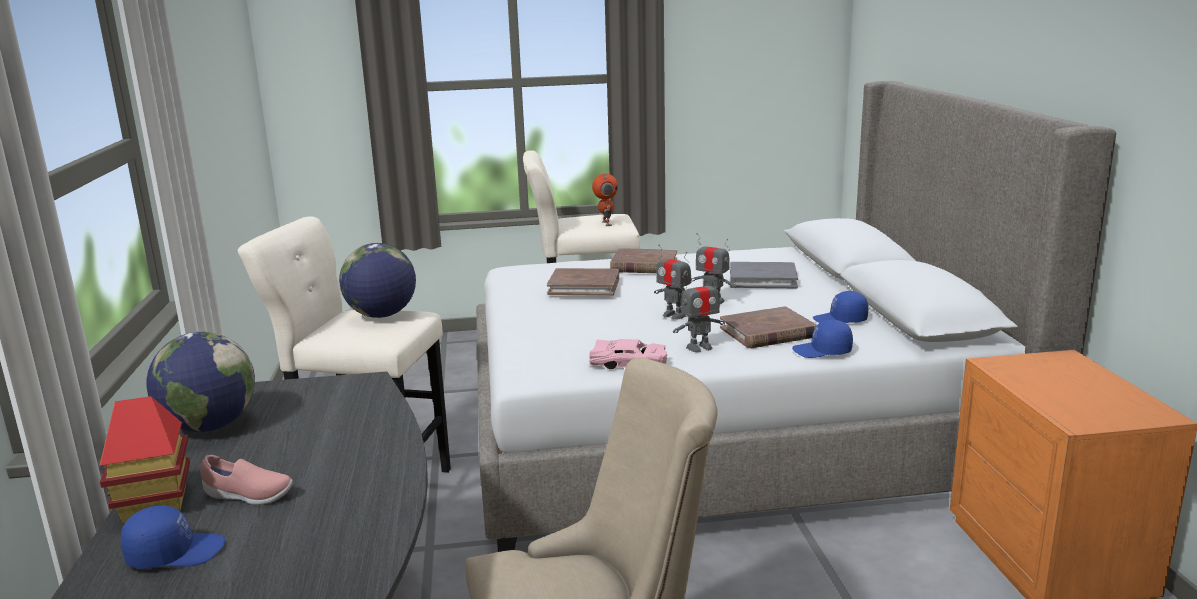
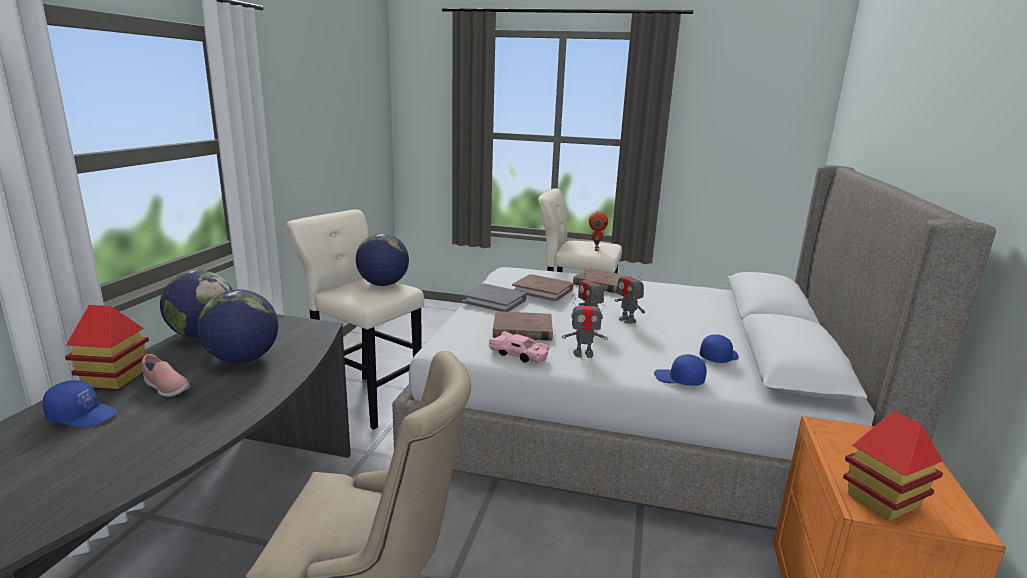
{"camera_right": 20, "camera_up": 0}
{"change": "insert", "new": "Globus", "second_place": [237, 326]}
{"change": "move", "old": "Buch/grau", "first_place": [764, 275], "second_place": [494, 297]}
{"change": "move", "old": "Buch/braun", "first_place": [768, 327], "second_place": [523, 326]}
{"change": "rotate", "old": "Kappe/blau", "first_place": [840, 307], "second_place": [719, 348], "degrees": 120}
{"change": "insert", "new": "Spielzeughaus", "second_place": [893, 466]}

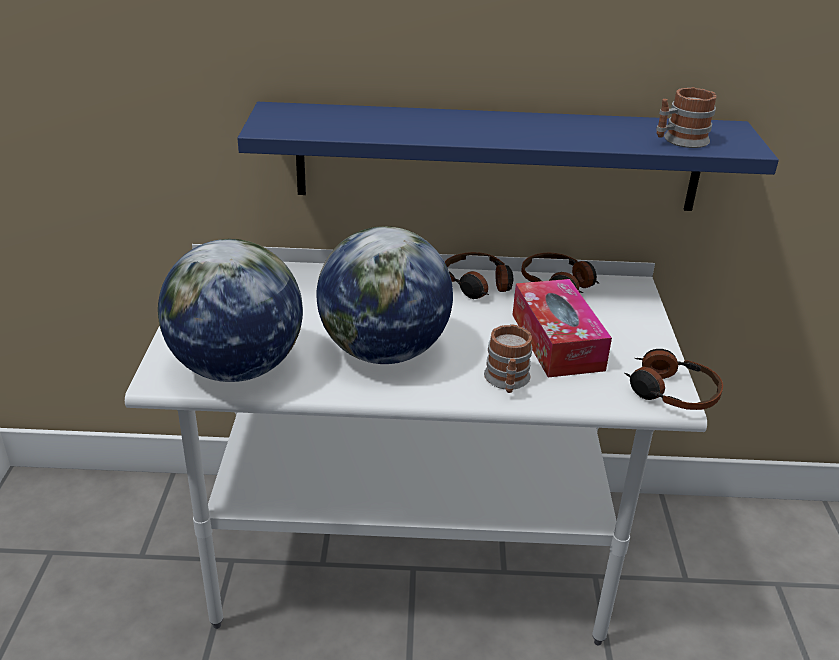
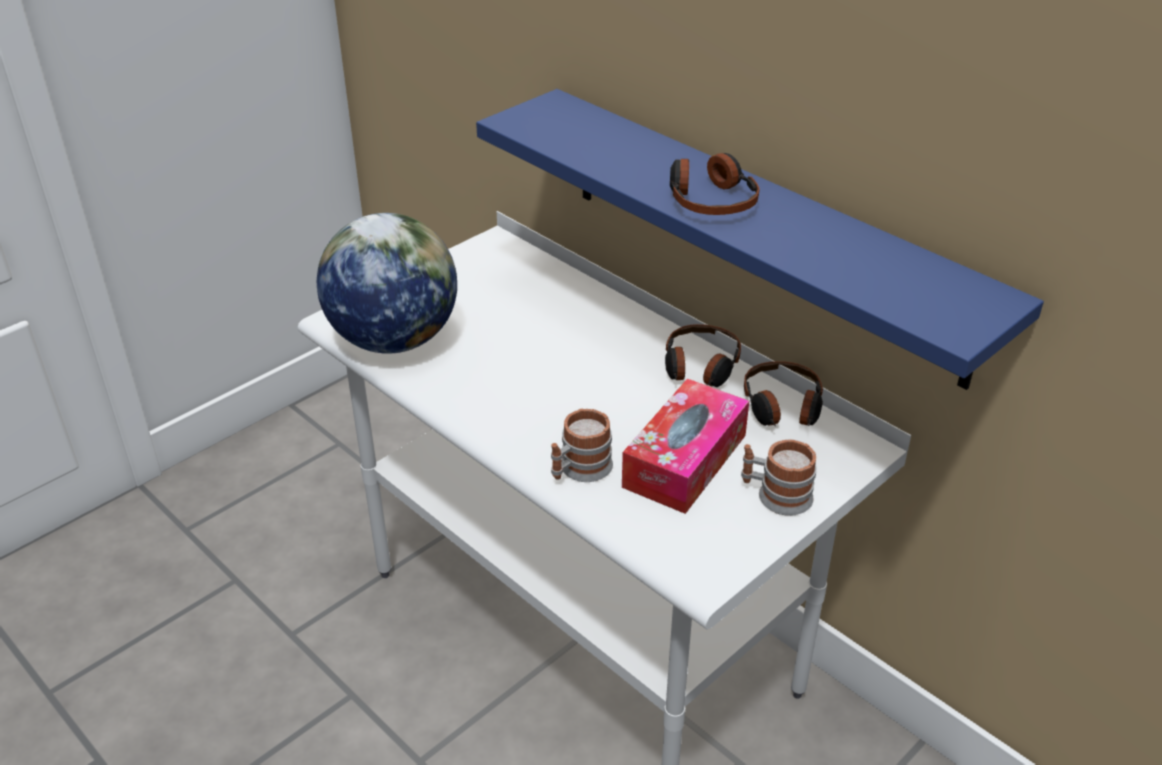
{"camera_right": 45, "camera_up": 5}
{"change": "move", "old": "Kopfhörer", "first_place": [673, 379], "second_place": [715, 184]}
{"change": "move", "old": "Henkelbecher", "first_place": [686, 117], "second_place": [779, 478]}
{"change": "delete", "old": "Globus", "first_place": [384, 295]}

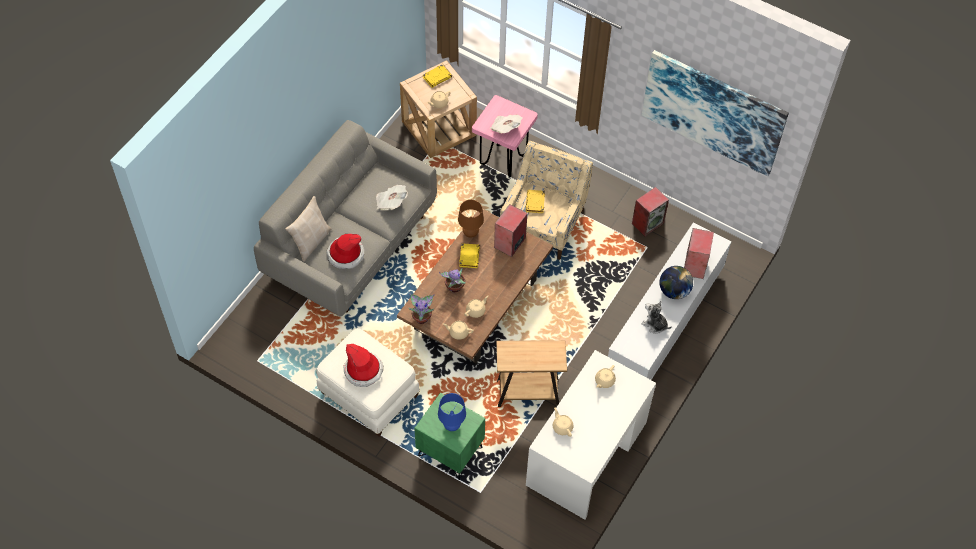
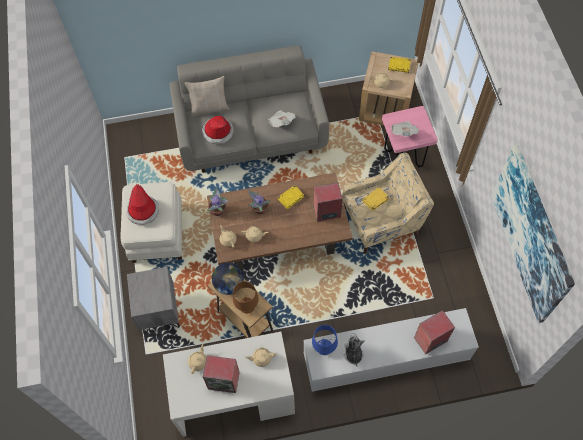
{"camera_right": 50, "camera_up": 5}
{"change": "recolor", "old": "Nachttisch/grün", "new": "Nachttisch/grau", "first_place": [449, 436], "second_place": [153, 300]}
{"change": "move", "old": "Lautsprecher", "first_place": [650, 211], "second_place": [221, 374]}
{"change": "move", "old": "Globus", "first_place": [676, 282], "second_place": [228, 279]}
{"change": "move", "old": "Tischlampe/braun", "first_place": [471, 219], "second_place": [246, 298]}
{"change": "move", "old": "Tischlampe/blau", "first_place": [452, 412], "second_place": [325, 340]}

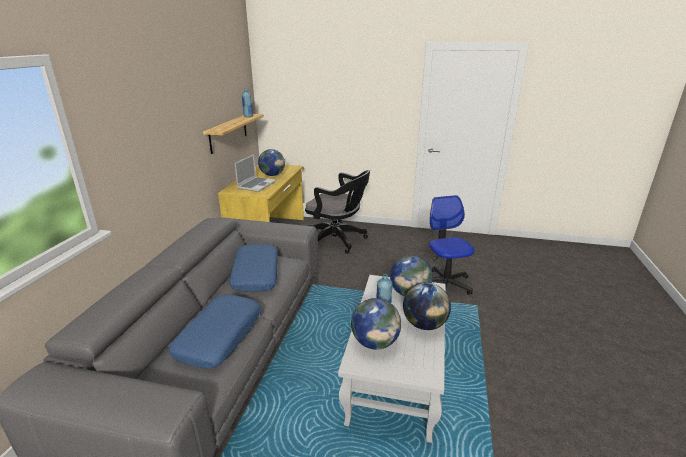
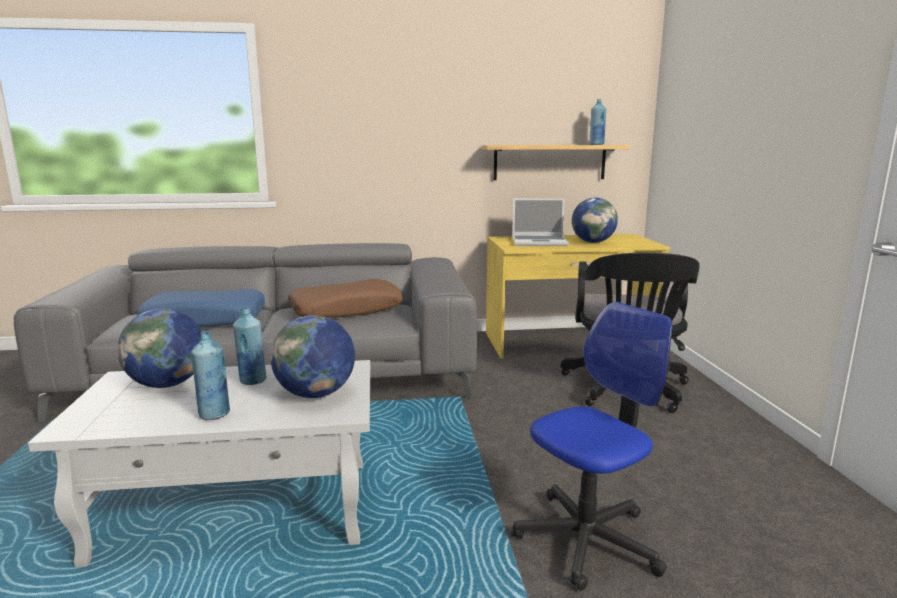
{"camera_right": 70, "camera_up": -10}
{"change": "replace", "old": "Globus", "new": "Flasche/blau", "first_place": [427, 306], "second_place": [210, 375]}
{"change": "recolor", "old": "Kissen/blau", "new": "Kissen/braun", "first_place": [253, 268], "second_place": [345, 298]}

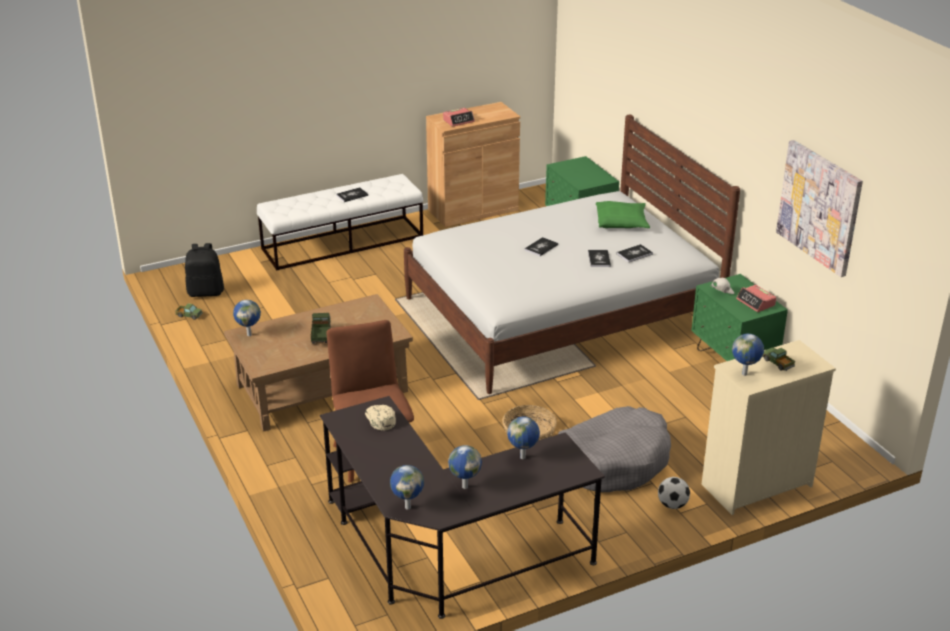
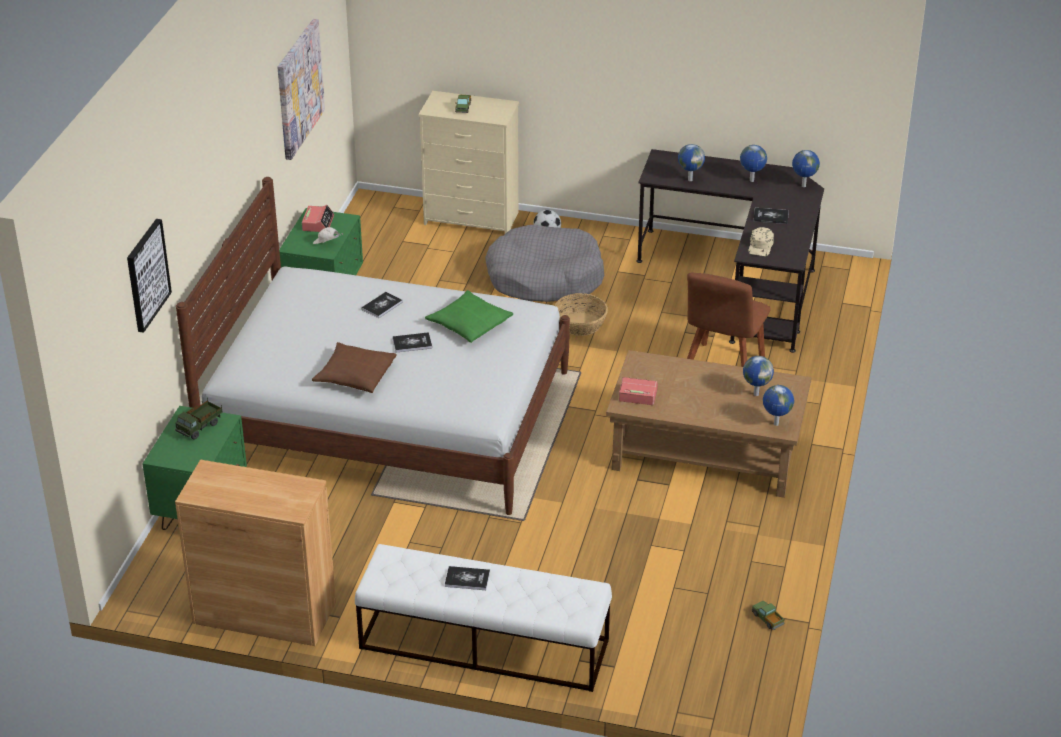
{"camera_right": -140, "camera_up": 5}
{"change": "insert", "new": "Bild", "second_place": [149, 276]}
{"change": "move", "old": "Spielzeuglaster", "first_place": [321, 328], "second_place": [199, 419]}
{"change": "insert", "new": "Kissen/braun", "second_place": [354, 367]}
{"change": "move", "old": "Kissen/grün", "first_place": [623, 214], "second_place": [469, 316]}
{"change": "move", "old": "Wecker", "first_place": [459, 117], "second_place": [638, 391]}
{"change": "move", "old": "Globus", "first_place": [748, 355], "second_place": [758, 376]}
{"change": "move", "old": "Buch", "first_place": [635, 253], "second_place": [771, 216]}
{"change": "delete", "old": "Rucksack/schwarz", "first_place": [204, 270]}

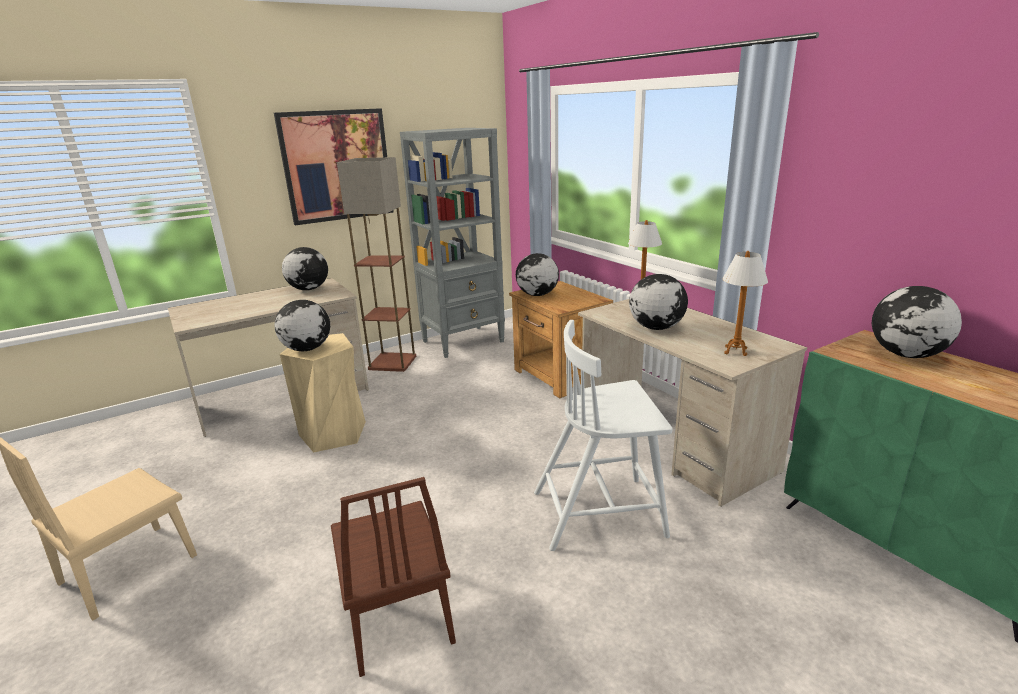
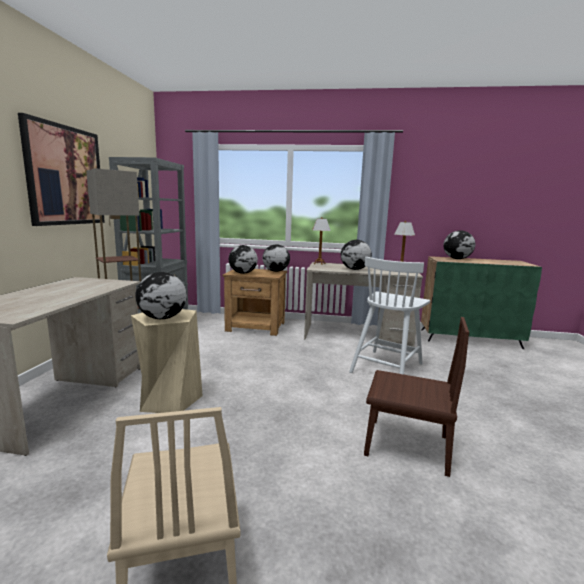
{"camera_right": -50, "camera_up": -10}
{"change": "move", "old": "Globus", "first_place": [305, 268], "second_place": [276, 258]}

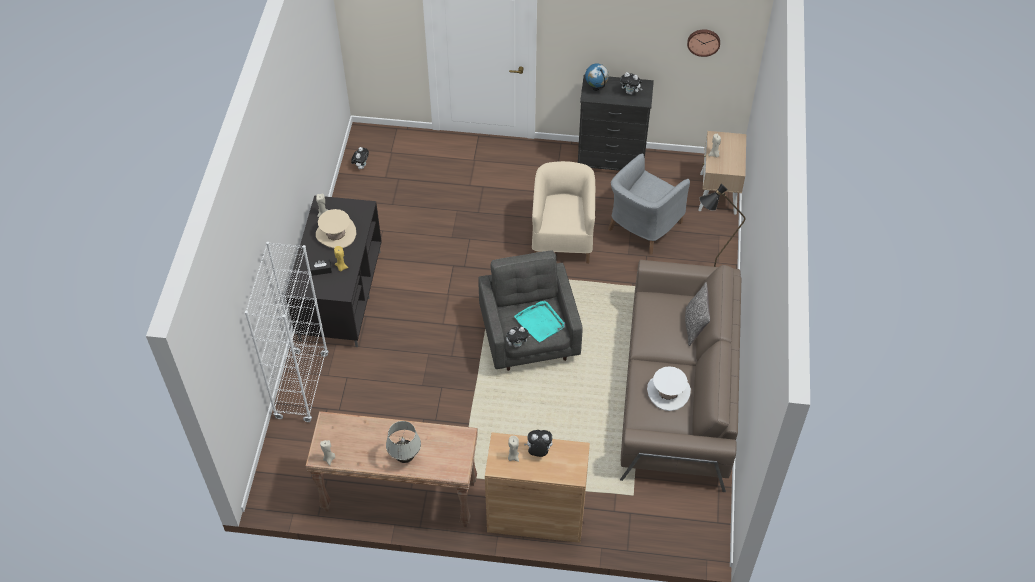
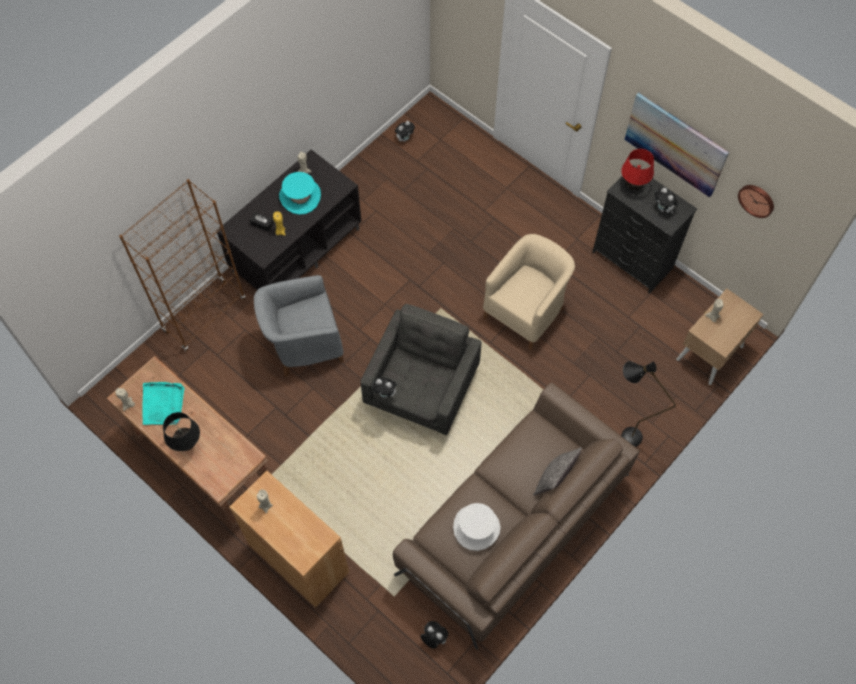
{"camera_right": 35, "camera_up": 10}
{"change": "recolor", "old": "Bücherregal/weiß", "new": "Bücherregal/braun", "first_place": [287, 332], "second_place": [182, 265]}
{"change": "move", "old": "Tablett/türkis", "first_place": [539, 321], "second_place": [163, 403]}
{"change": "recolor", "old": "Tischlampe/weiß", "new": "Tischlampe/schwarz", "first_place": [403, 442], "second_place": [181, 431]}
{"change": "move", "old": "Sessel/grau", "first_place": [649, 204], "second_place": [299, 326]}
{"change": "recolor", "old": "Hut/beige", "new": "Hut/türkis", "first_place": [336, 229], "second_place": [300, 193]}
{"change": "move", "old": "Plüschtier", "first_place": [538, 443], "second_place": [434, 635]}
{"change": "replace", "old": "Globus", "new": "Tischlampe/rot", "first_place": [597, 77], "second_place": [637, 169]}
{"change": "insert", "new": "Bild", "second_place": [676, 145]}

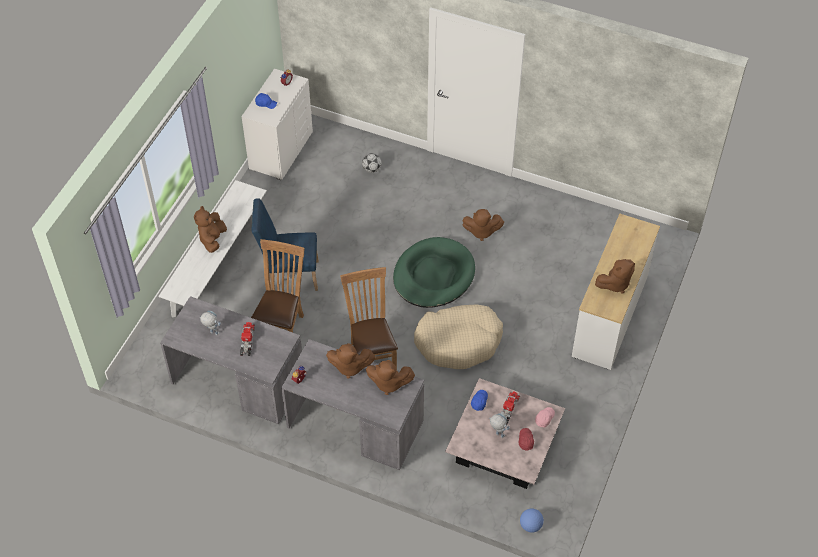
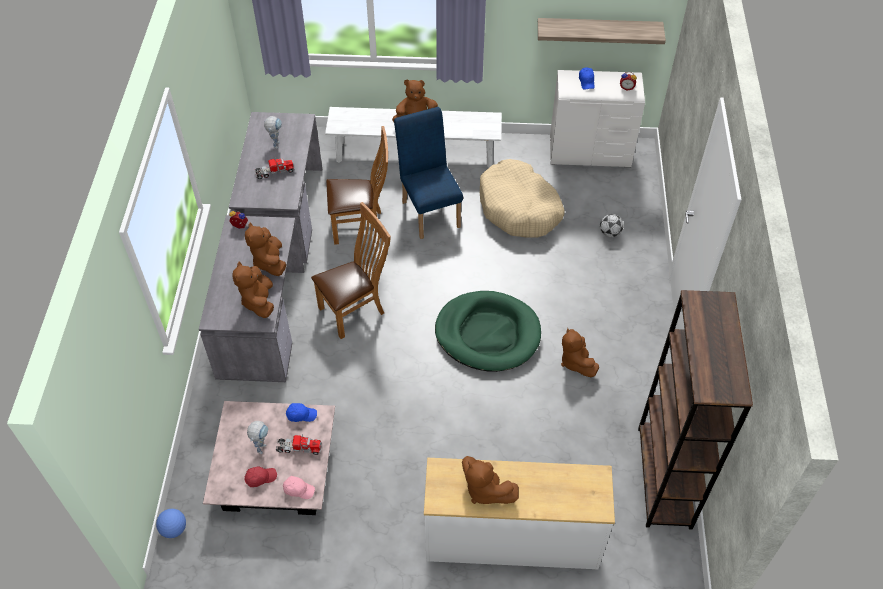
{"camera_right": 70, "camera_up": 0}
{"change": "move", "old": "Hundebett/beige", "first_place": [458, 336], "second_place": [522, 198]}
{"change": "insert", "new": "Wandregal", "second_place": [602, 31]}
{"change": "insert", "new": "Bücherregal/braun", "second_place": [695, 409]}

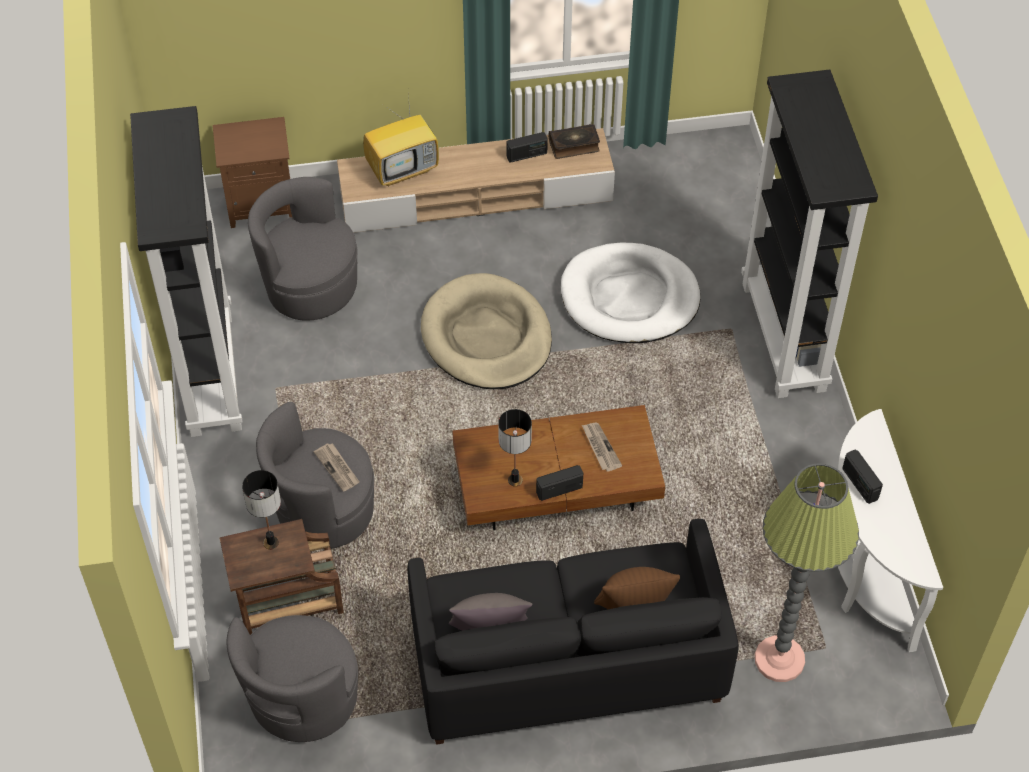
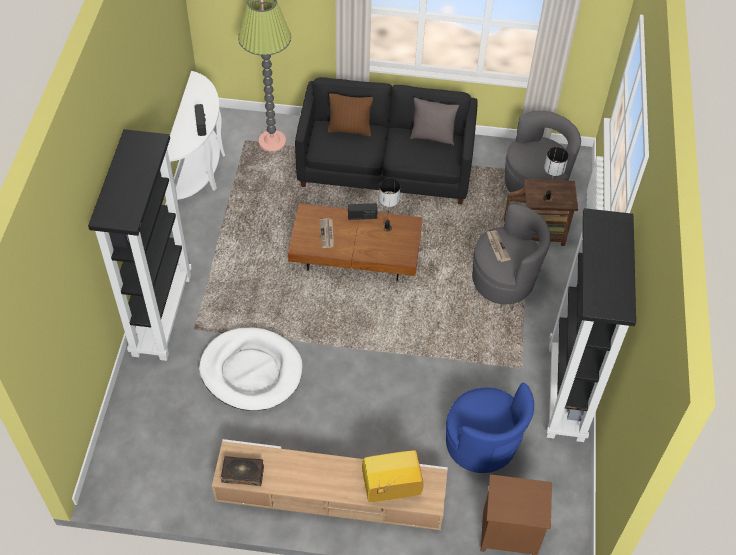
{"camera_right": -165, "camera_up": 0}
{"change": "recolor", "old": "Sessel/grau", "new": "Sessel/blau", "first_place": [303, 249], "second_place": [490, 427]}
{"change": "delete", "old": "Hundebett/beige", "first_place": [486, 331]}
{"change": "delete", "old": "Radio", "first_place": [527, 147]}

